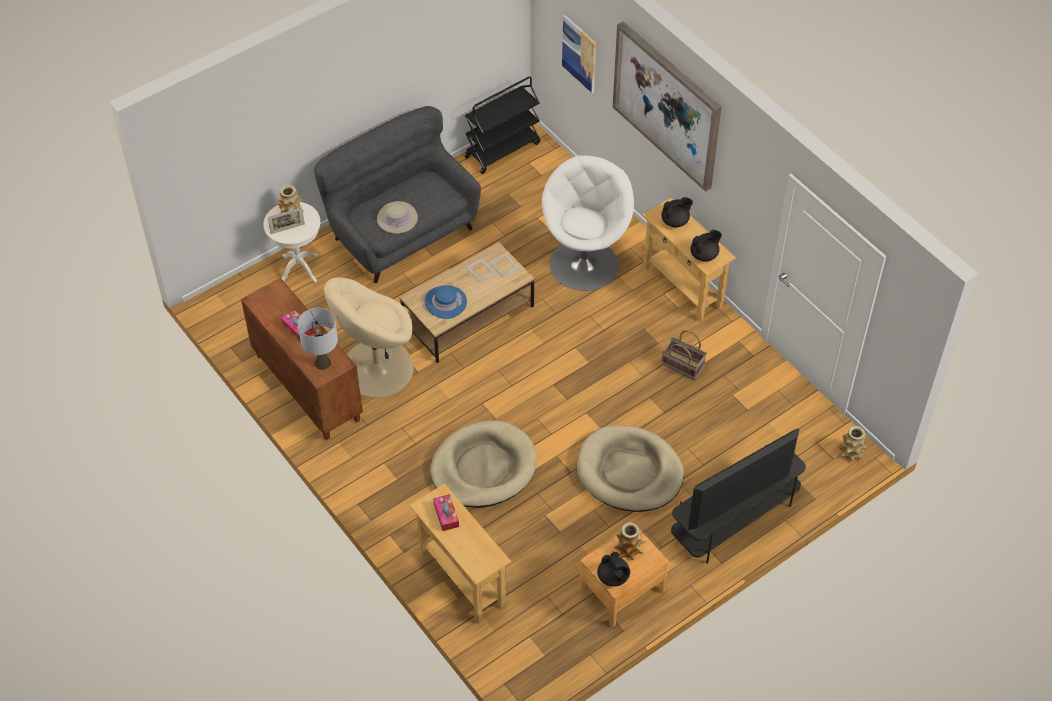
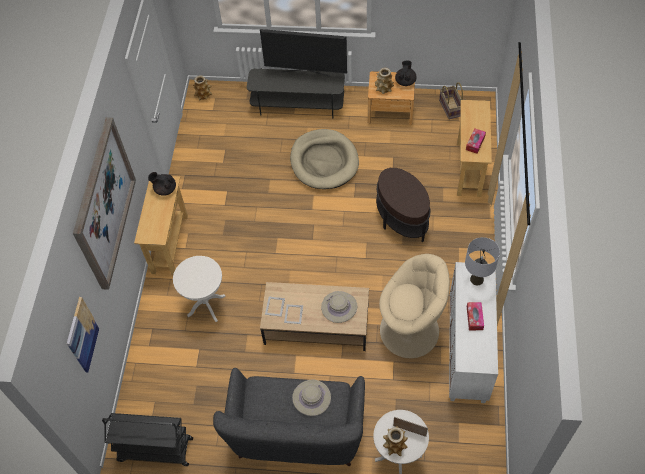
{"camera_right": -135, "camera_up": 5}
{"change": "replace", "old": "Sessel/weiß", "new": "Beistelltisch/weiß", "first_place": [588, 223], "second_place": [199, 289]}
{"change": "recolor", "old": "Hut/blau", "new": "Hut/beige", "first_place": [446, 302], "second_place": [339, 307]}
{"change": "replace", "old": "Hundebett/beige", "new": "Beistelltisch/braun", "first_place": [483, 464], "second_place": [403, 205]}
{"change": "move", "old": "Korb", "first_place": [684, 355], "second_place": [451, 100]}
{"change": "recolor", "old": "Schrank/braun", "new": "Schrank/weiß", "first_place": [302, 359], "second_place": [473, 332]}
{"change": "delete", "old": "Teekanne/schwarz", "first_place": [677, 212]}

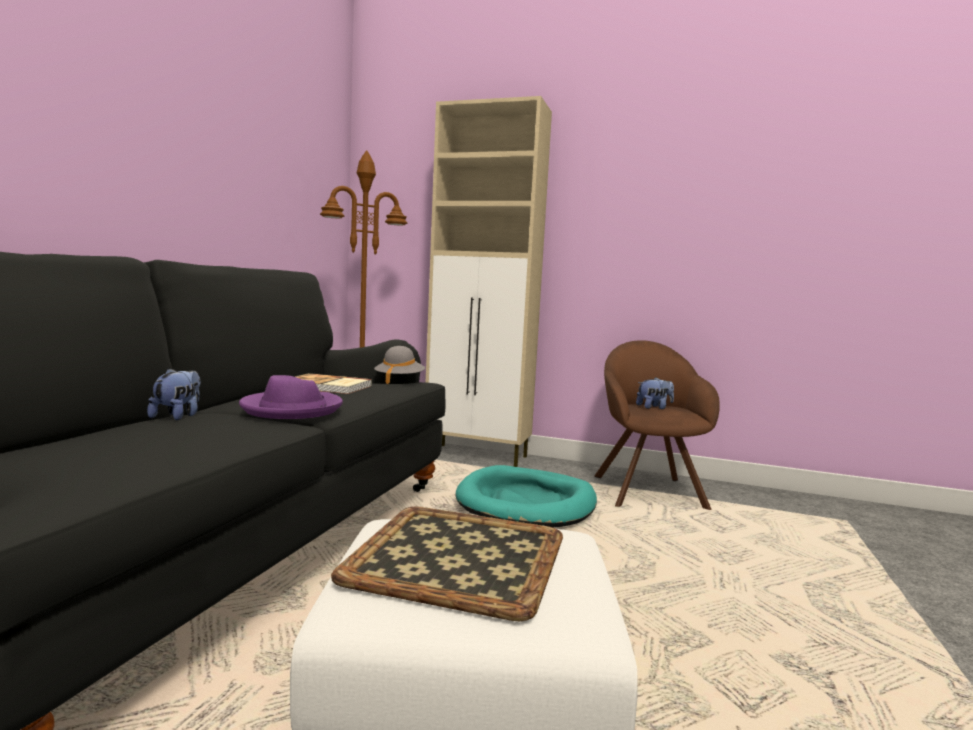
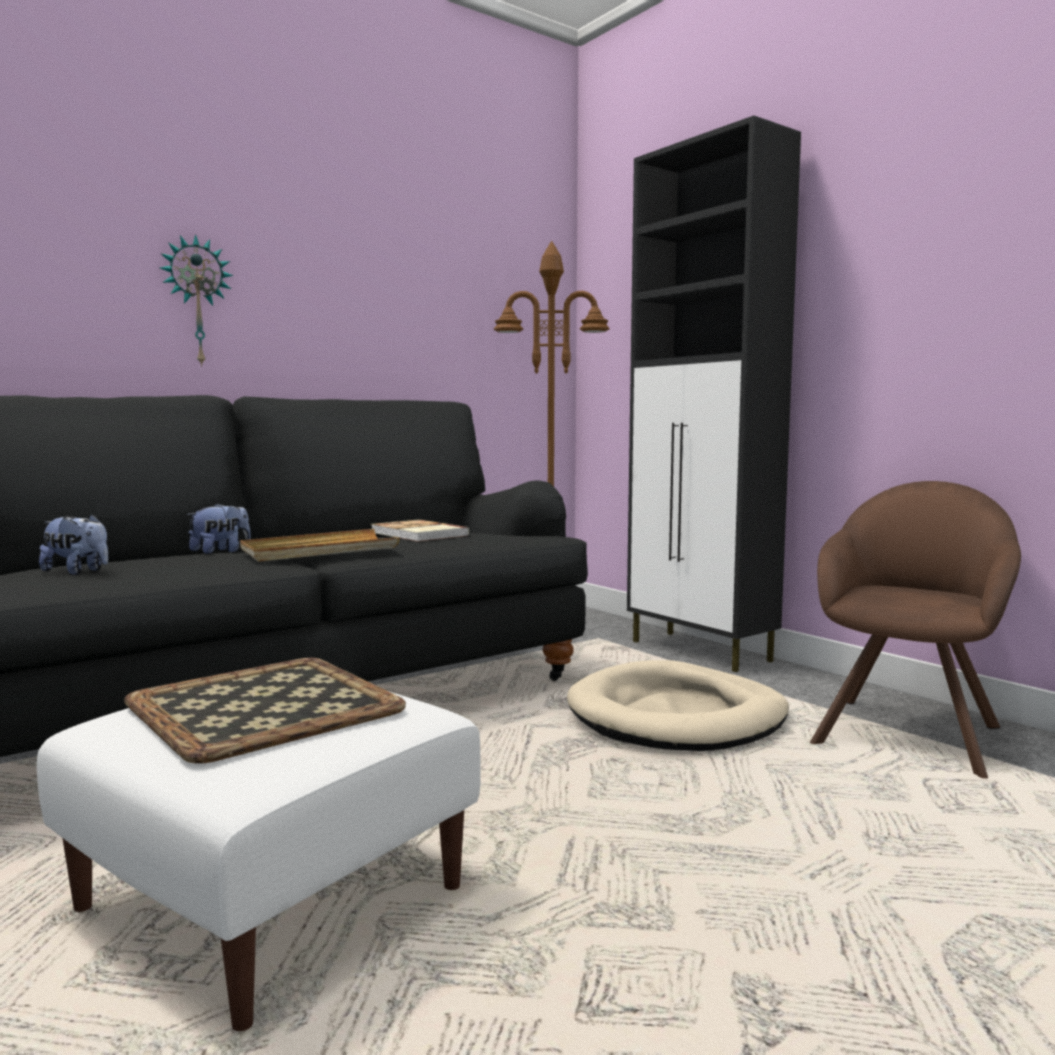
{"camera_right": 35, "camera_up": 0}
{"change": "move", "old": "Plüschtier", "first_place": [655, 393], "second_place": [73, 544]}
{"change": "insert", "new": "Wanduhr", "second_place": [196, 300]}
{"change": "replace", "old": "Hut/lila", "new": "Tablett/beige", "first_place": [291, 397], "second_place": [320, 545]}
{"change": "recolor", "old": "Hundebett/türkis", "new": "Hundebett/beige", "first_place": [526, 496], "second_place": [678, 705]}
{"change": "recolor", "old": "Schrank/beige", "new": "Schrank/schwarz", "first_place": [489, 281], "second_place": [714, 393]}
{"change": "delete", "old": "Hut/grau", "first_place": [399, 365]}

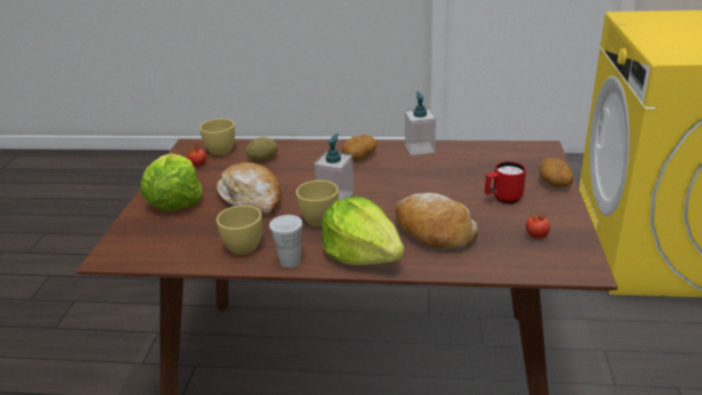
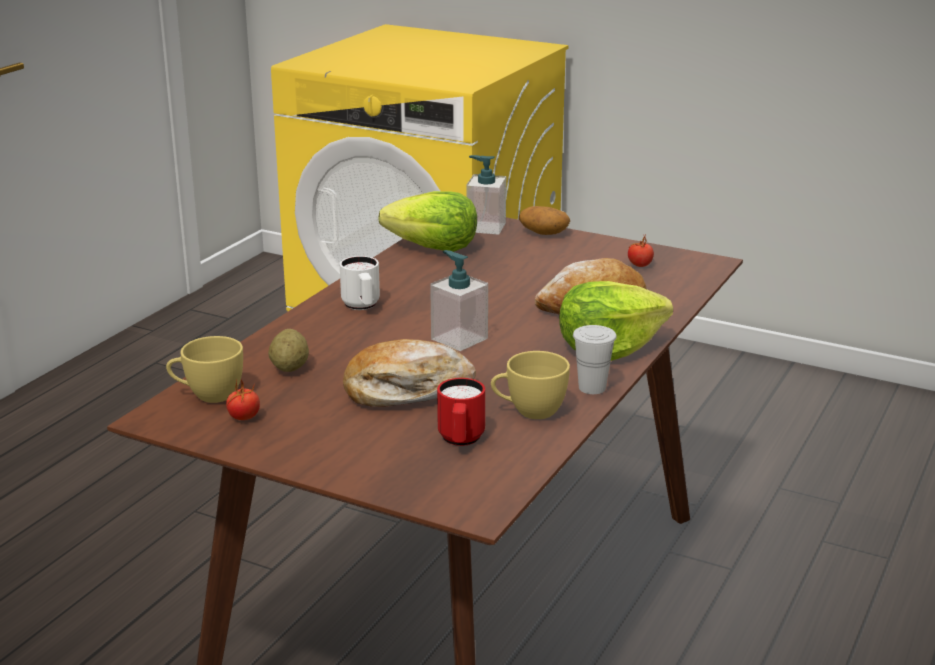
{"camera_right": -70, "camera_up": -5}
{"change": "replace", "old": "Kartoffel", "new": "Henkelbecher/weiß", "first_place": [359, 148], "second_place": [360, 283]}
{"change": "move", "old": "Salatkopf", "first_place": [171, 182], "second_place": [428, 221]}
{"change": "move", "old": "Henkelbecher/rot", "first_place": [505, 182], "second_place": [461, 412]}
{"change": "move", "old": "Seifenspender", "first_place": [420, 123], "second_place": [486, 195]}
{"change": "delete", "old": "Tasse/gelb", "first_place": [317, 203]}

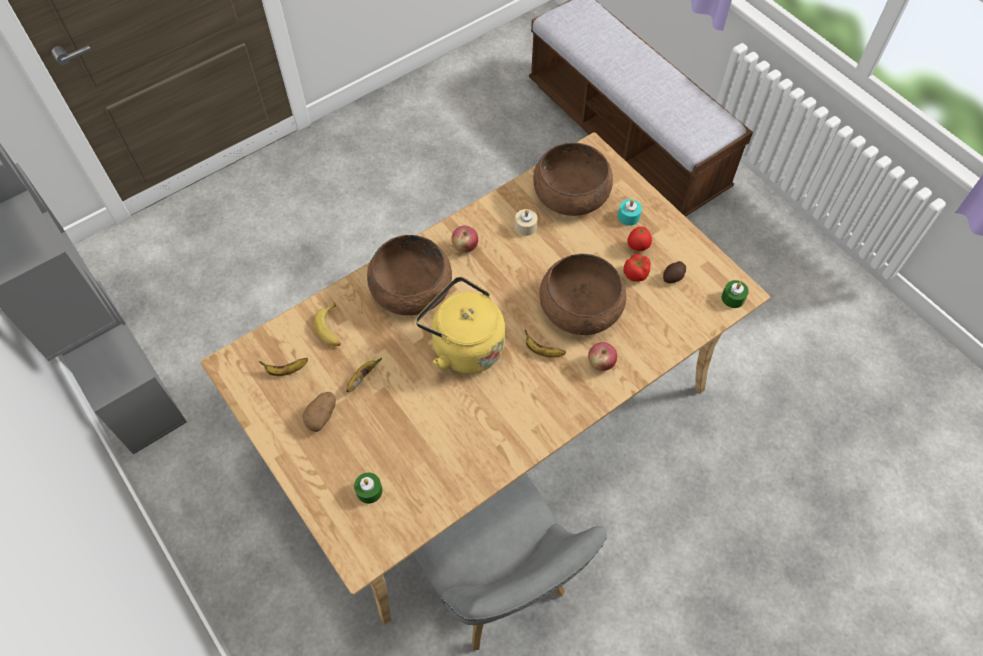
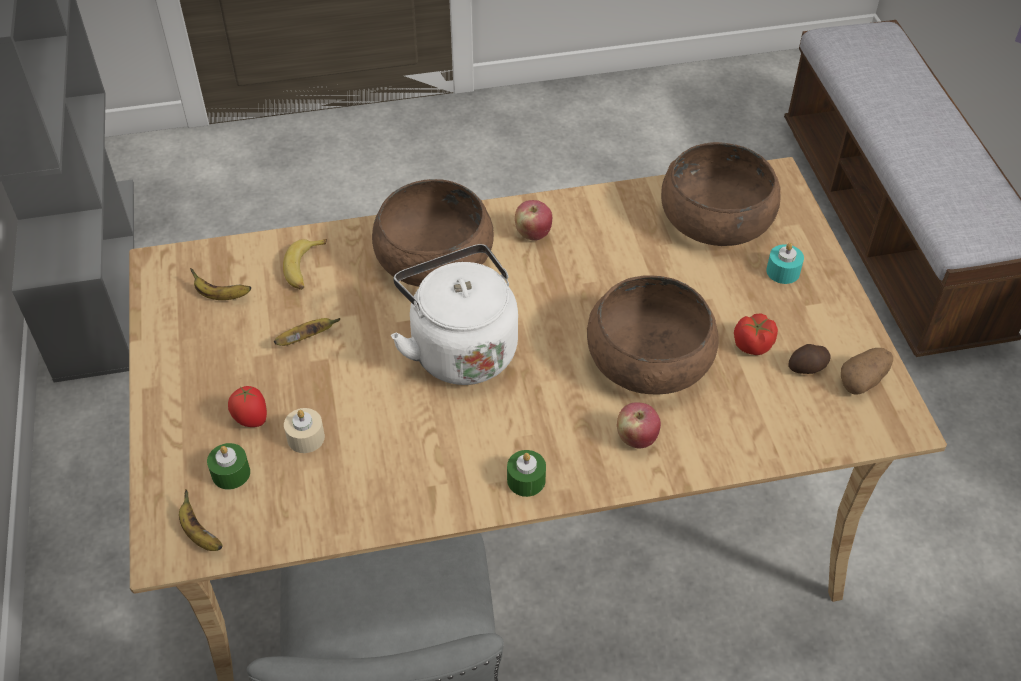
{"camera_right": 25, "camera_up": -10}
{"change": "move", "old": "Banane", "first_place": [545, 343], "second_place": [201, 520]}
{"change": "move", "old": "Tomate", "first_place": [639, 239], "second_place": [247, 406]}
{"change": "move", "old": "Kerze/beige", "first_place": [526, 222], "second_place": [304, 430]}
{"change": "recolor", "old": "Wasserkessel/gelb", "new": "Wasserkessel/weiß", "first_place": [460, 325], "second_place": [454, 314]}
{"change": "move", "old": "Kerze/grün", "first_place": [735, 294], "second_place": [526, 473]}
{"change": "move", "old": "Kartoffel", "first_place": [319, 412], "second_place": [867, 371]}

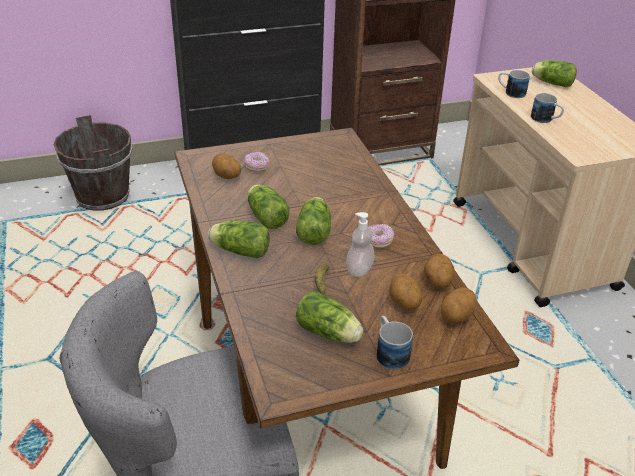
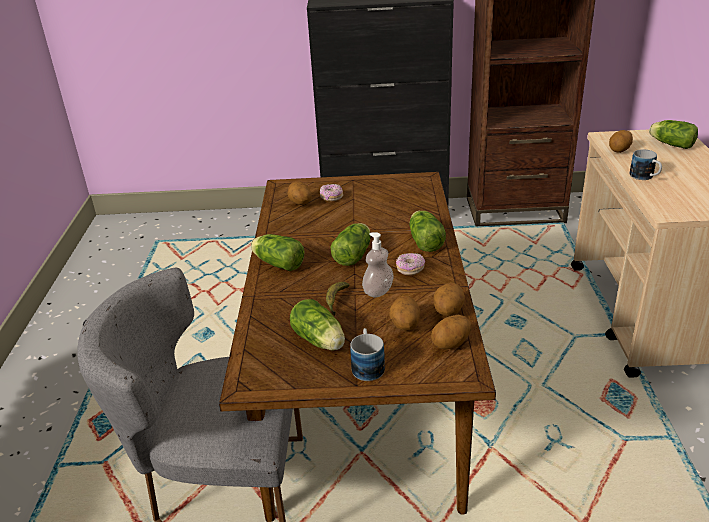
{"camera_right": 20, "camera_up": -5}
{"change": "move", "old": "Salatkopf", "first_place": [268, 207], "second_place": [427, 231]}
{"change": "replace", "old": "Henkelbecher", "new": "Kartoffel", "first_place": [514, 84], "second_place": [621, 141]}
{"change": "delete", "old": "Eimer/braun", "first_place": [93, 163]}

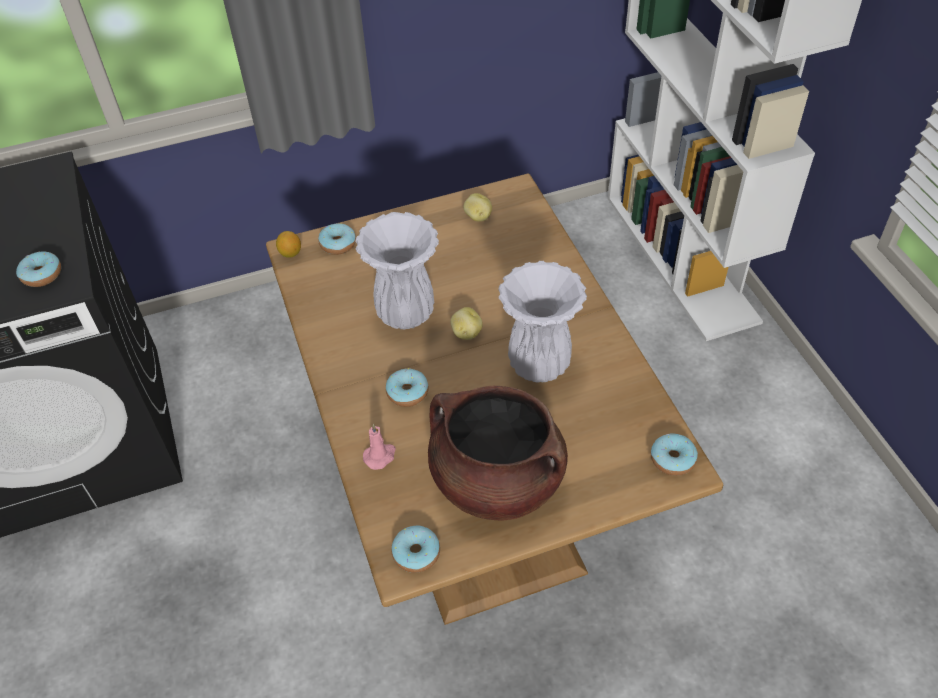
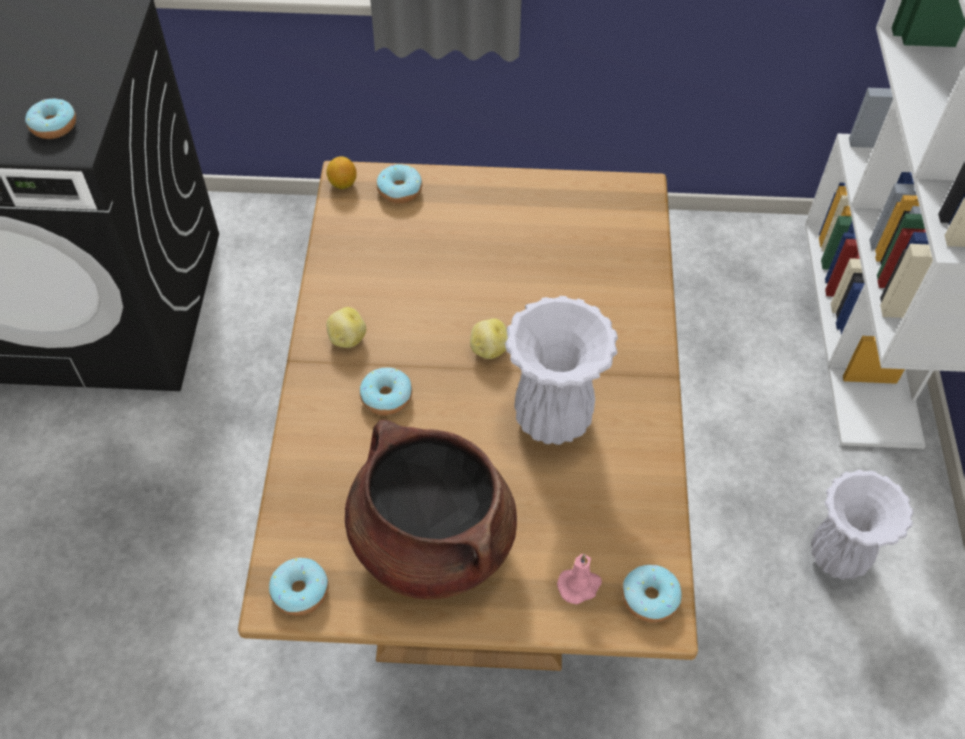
{"camera_right": 20, "camera_up": 5}
{"change": "move", "old": "Kartoffel", "first_place": [477, 207], "second_place": [346, 327]}
{"change": "move", "old": "Kerze/rosa", "first_place": [379, 447], "second_place": [579, 579]}
{"change": "move", "old": "Vase/weiß", "first_place": [397, 271], "second_place": [862, 525]}

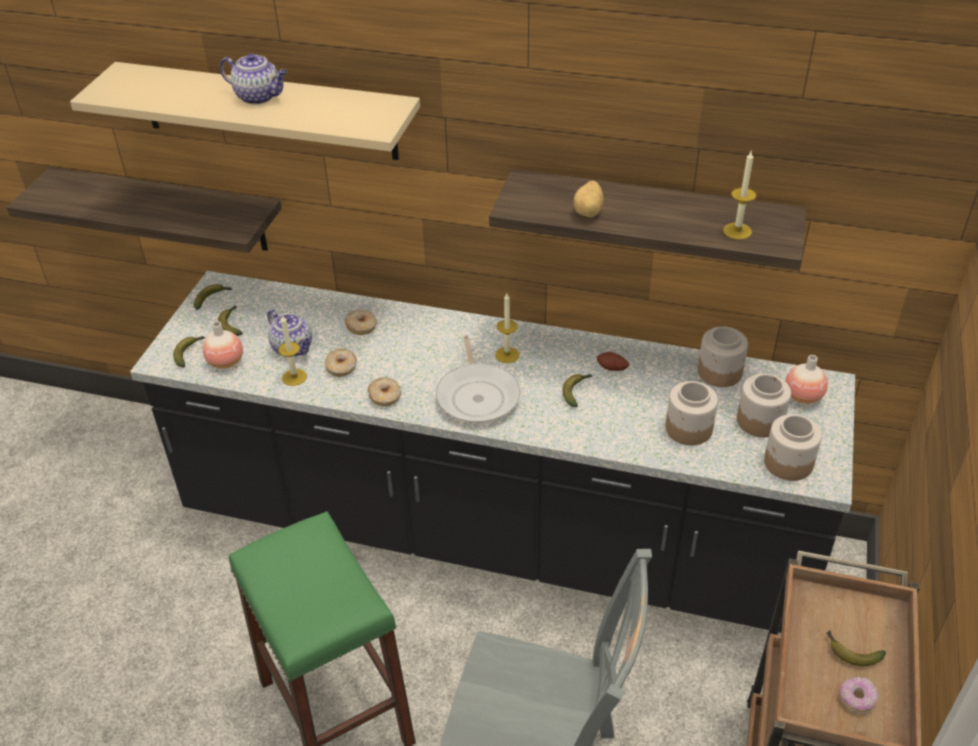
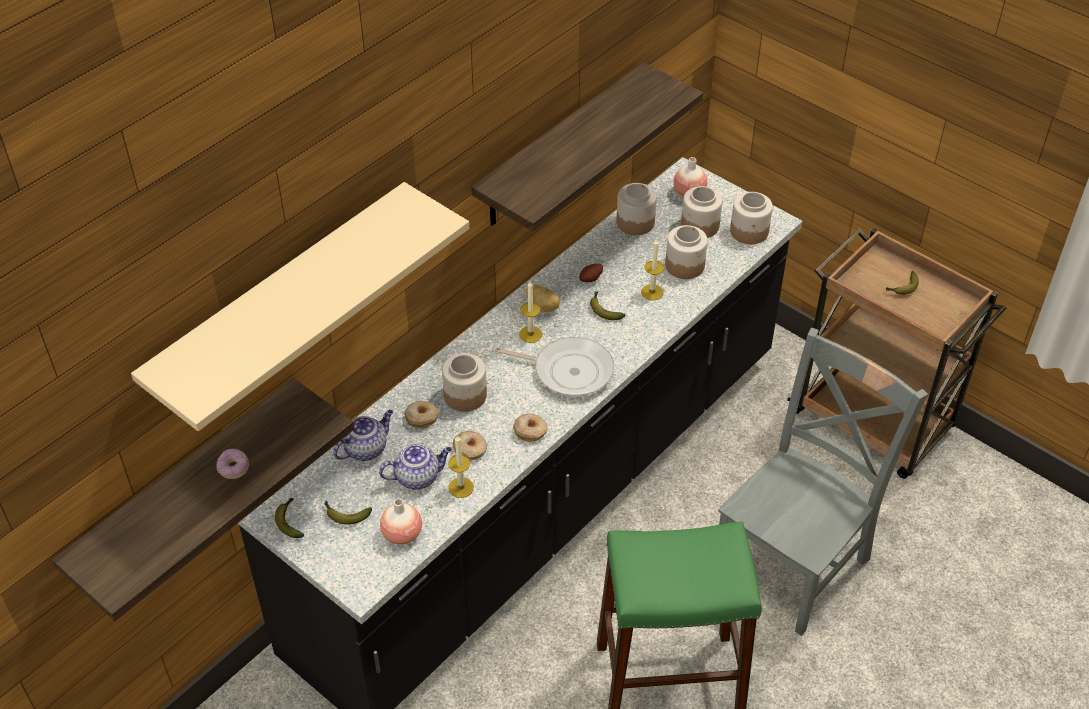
{"camera_right": -65, "camera_up": 5}
{"change": "move", "old": "Donut", "first_place": [859, 695], "second_place": [232, 464]}
{"change": "move", "old": "Teekanne", "first_place": [254, 79], "second_place": [363, 435]}
{"change": "insert", "new": "Vorratsglas", "second_place": [464, 382]}
{"change": "move", "old": "Kartoffel", "first_place": [588, 199], "second_place": [543, 298]}
{"change": "move", "old": "Kerze", "first_place": [739, 195], "second_place": [652, 269]}
{"change": "delete", "old": "Banane", "first_place": [189, 351]}

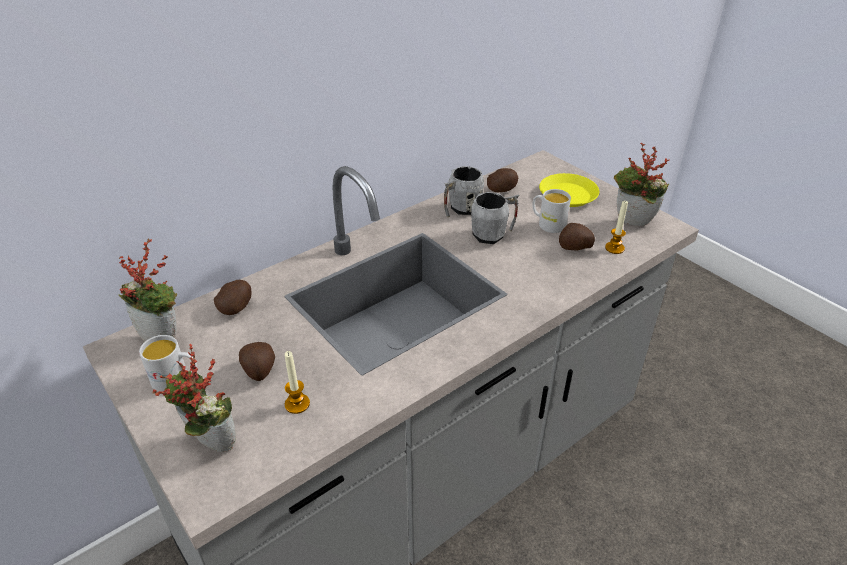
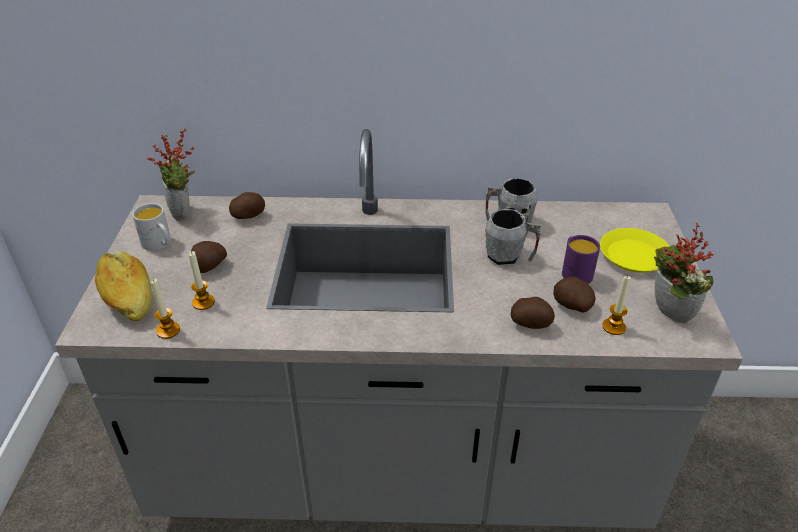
{"camera_right": 40, "camera_up": 0}
{"change": "replace", "old": "Topfpflanze", "new": "Brot", "first_place": [194, 398], "second_place": [123, 286]}
{"change": "insert", "new": "Kerze", "second_place": [165, 309]}
{"change": "move", "old": "Kartoffel", "first_place": [502, 180], "second_place": [532, 313]}
{"change": "recolor", "old": "Henkelbecher/weiß", "new": "Henkelbecher/lila", "first_place": [551, 211], "second_place": [581, 259]}

